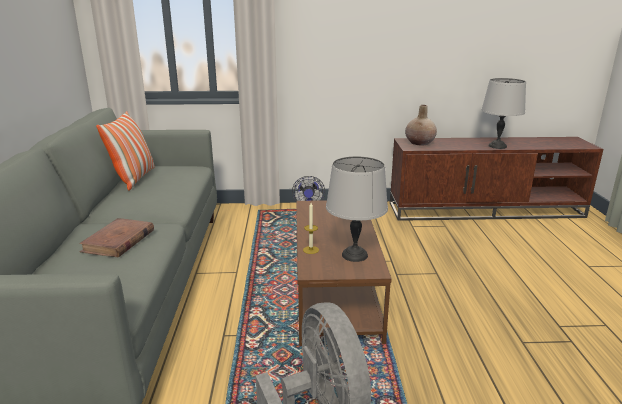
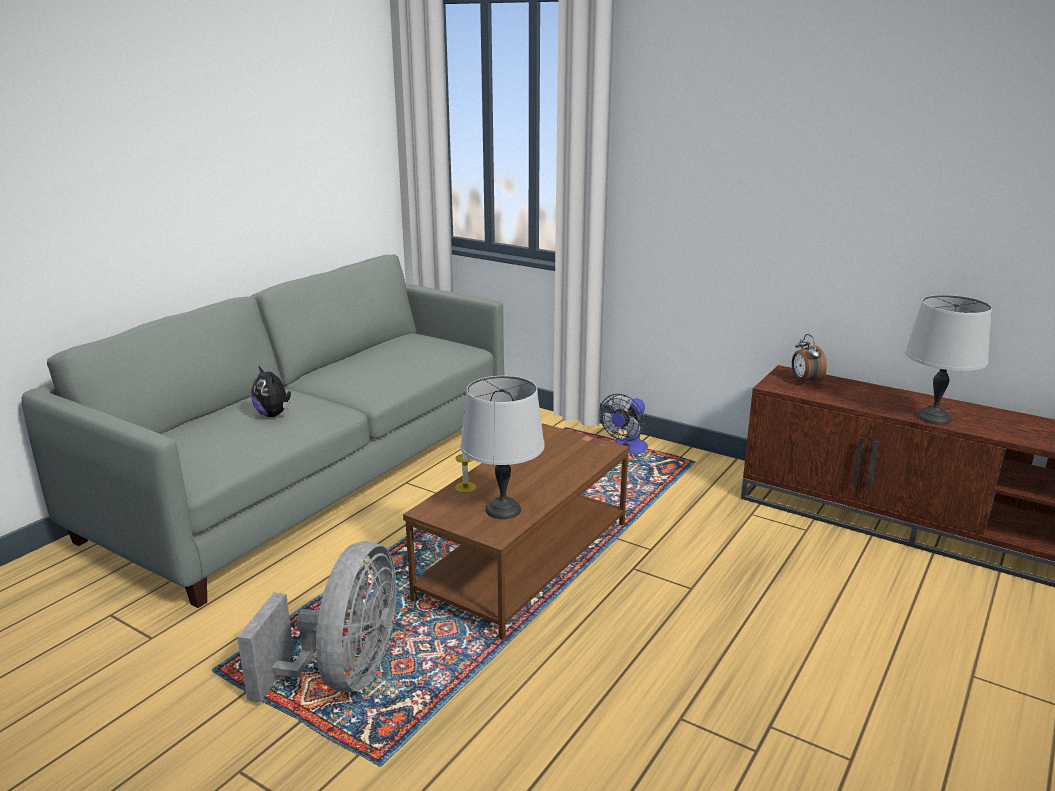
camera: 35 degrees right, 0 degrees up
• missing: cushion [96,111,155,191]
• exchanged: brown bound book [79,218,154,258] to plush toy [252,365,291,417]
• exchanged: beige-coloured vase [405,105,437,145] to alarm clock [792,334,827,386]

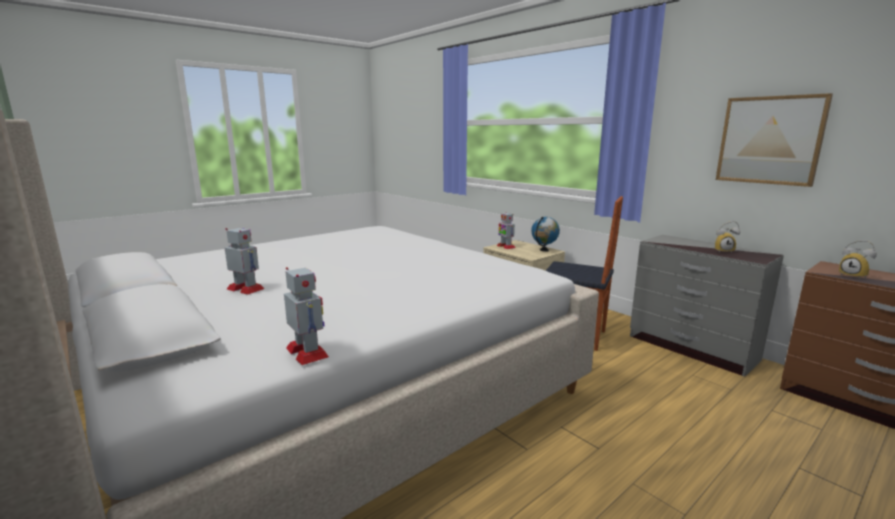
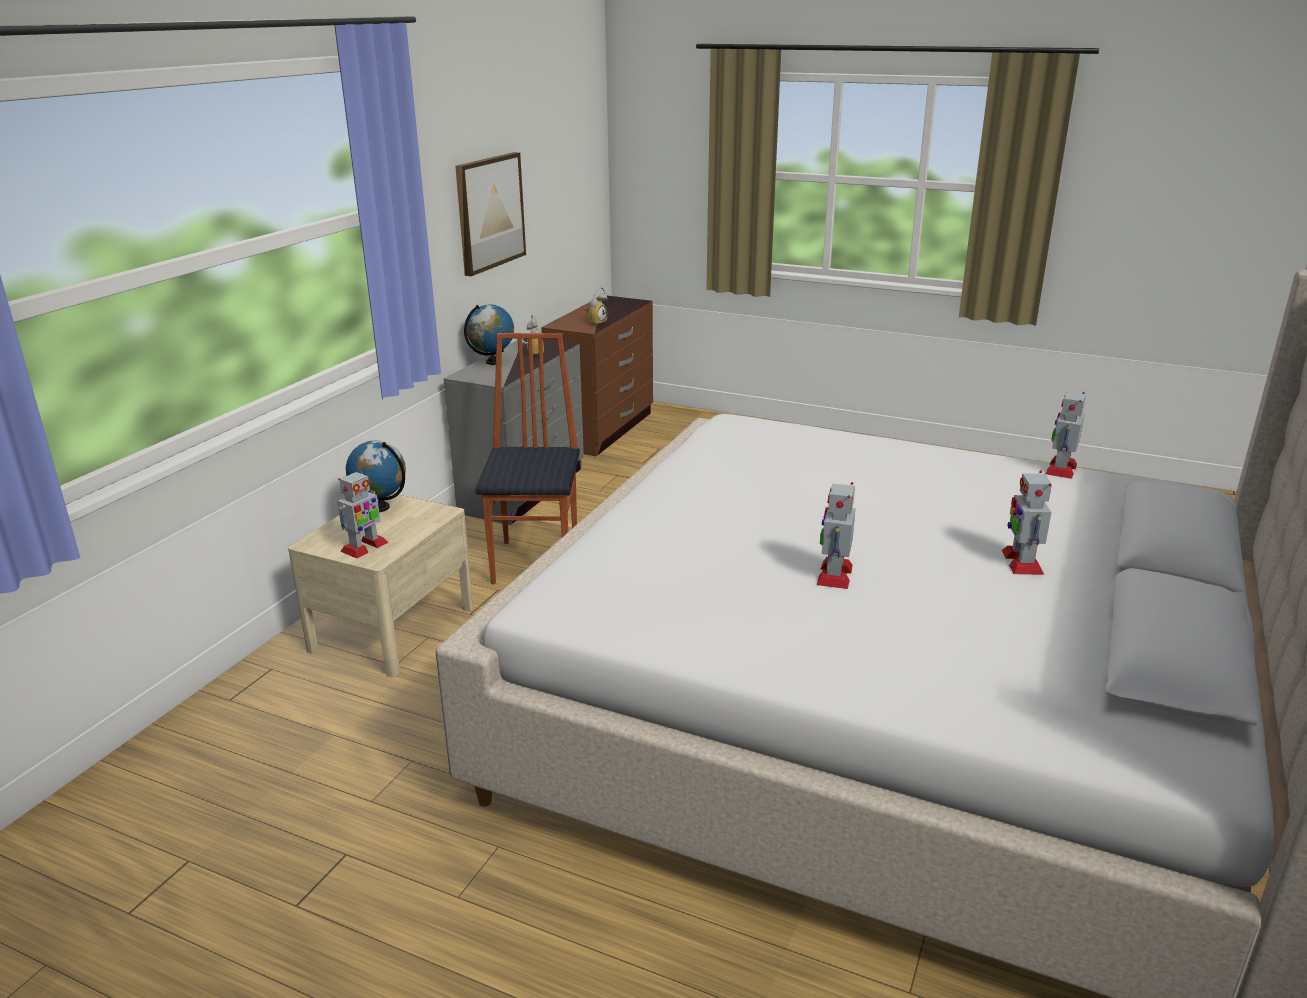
camera: 115 degrees left, 10 degrees up
• appeared: globe [464,304,514,365]
• appeared: toy robot [817,482,855,589]

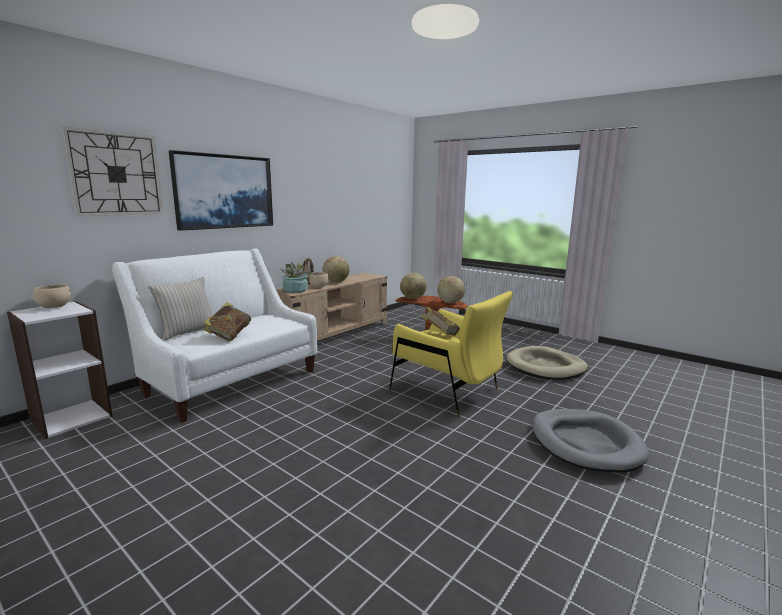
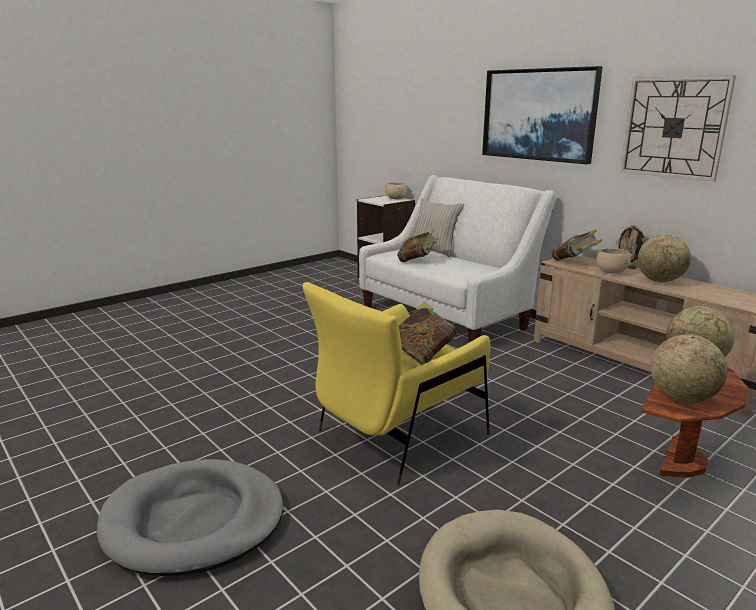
camera: 100 degrees right, 5 degrees up
• relocated: hanging clock [62,127,163,216] to [620,75,736,182]
• exchanged: houseplant [280,261,314,293] to bound book [551,229,602,261]

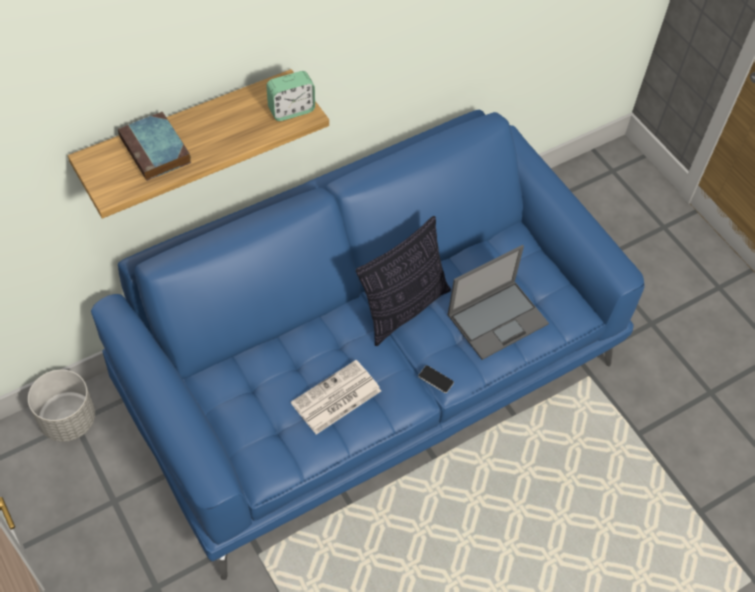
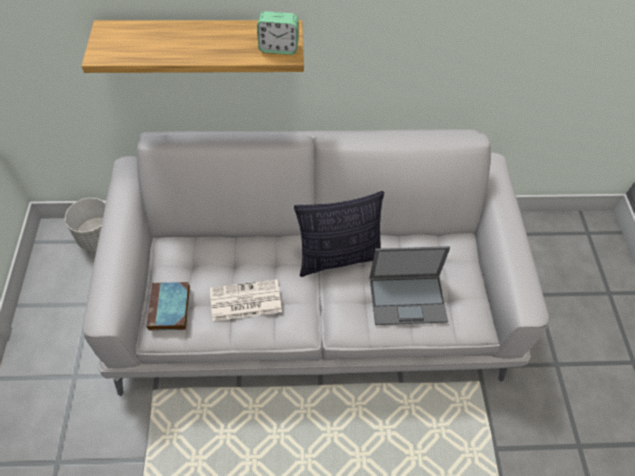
camera: 30 degrees right, 0 degrees up
• missing: handset [418,365,454,393]
• relocated: bound book [118,112,191,181] to [147,282,190,331]
• colour: blue-coloured couch [91,110,644,580] to grey couch [82,129,549,396]

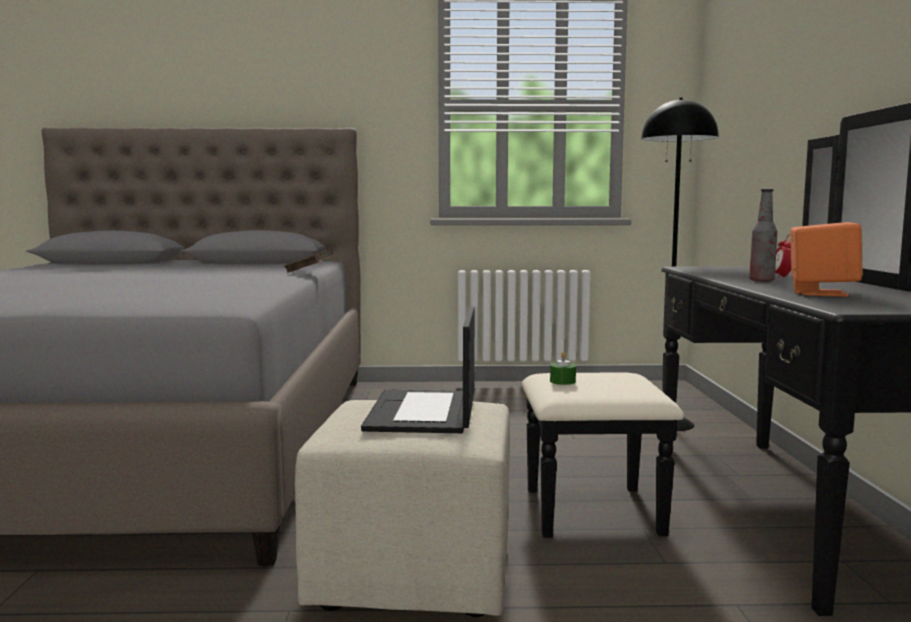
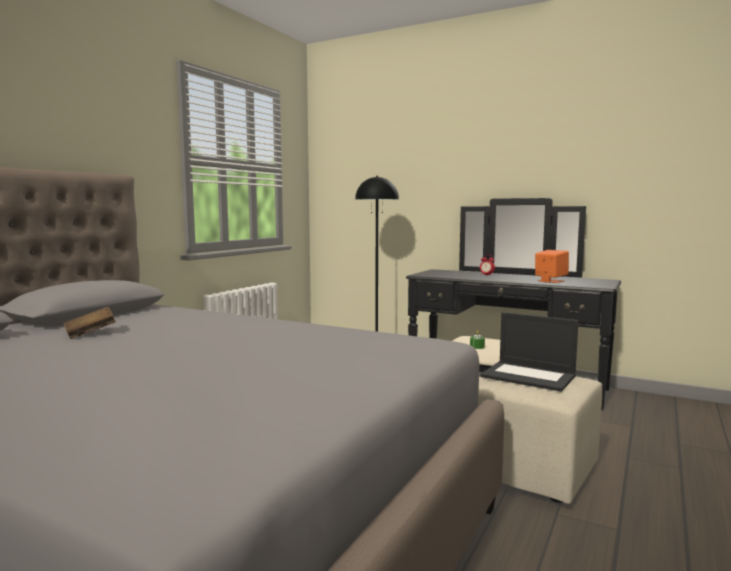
camera: 60 degrees left, 0 degrees up
• missing: bottle [749,189,777,282]
• relocated: brown bound book [284,250,333,273] to [64,307,116,339]

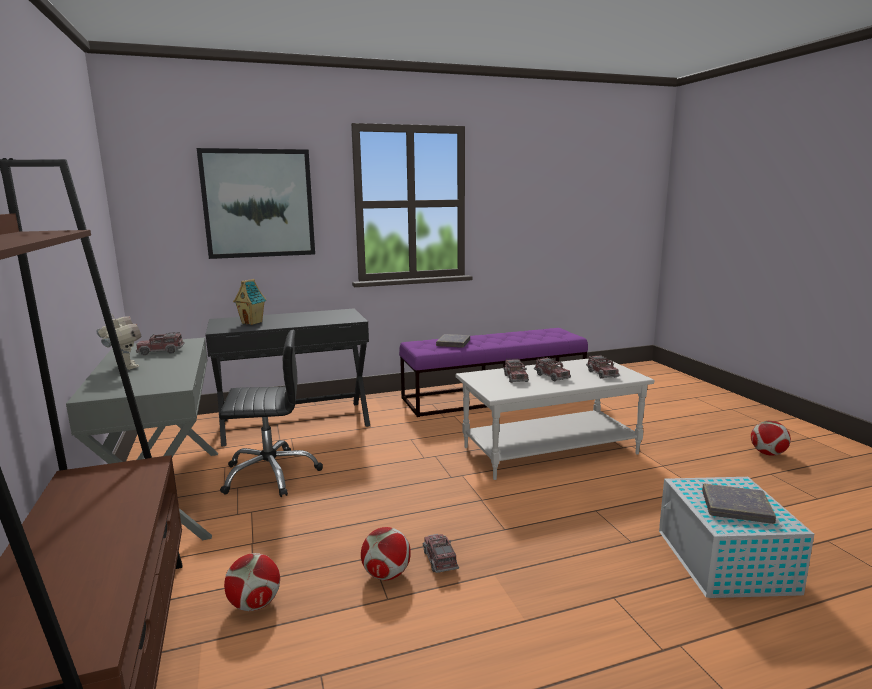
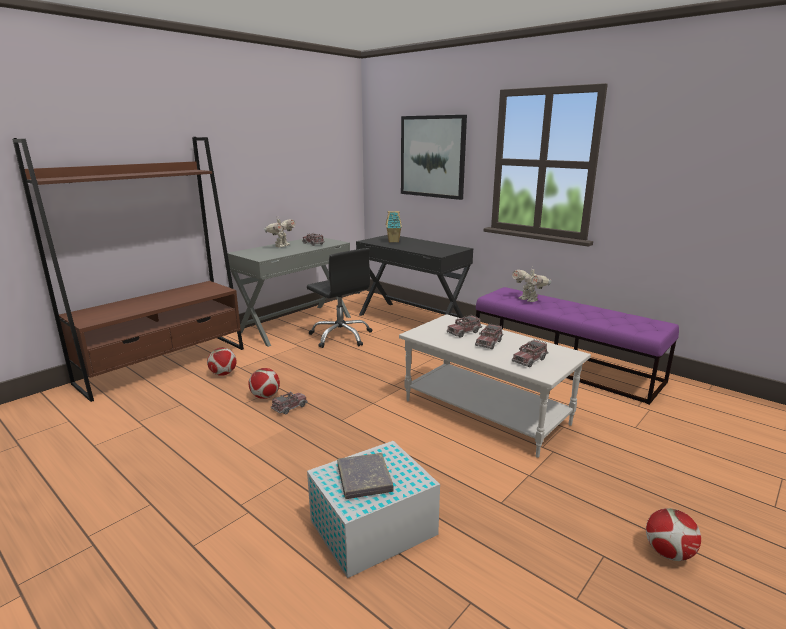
camera: 60 degrees right, 5 degrees up
• exchanged: grey bound book [436,334,470,348] to toy robot [512,268,551,302]

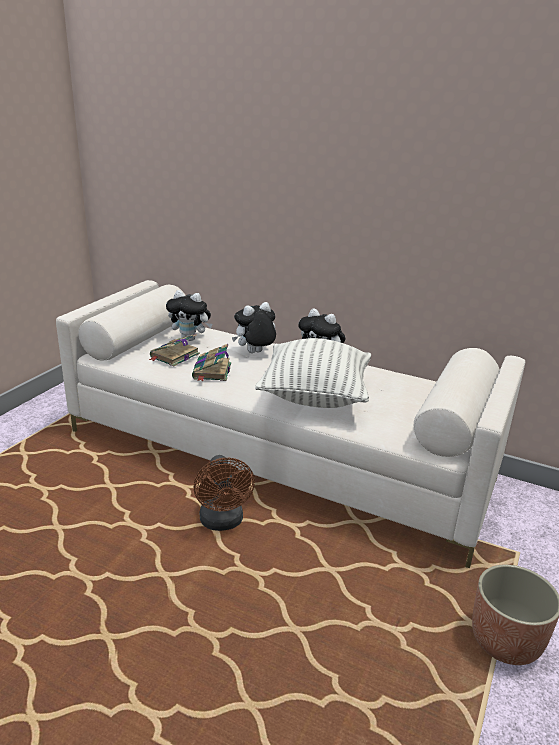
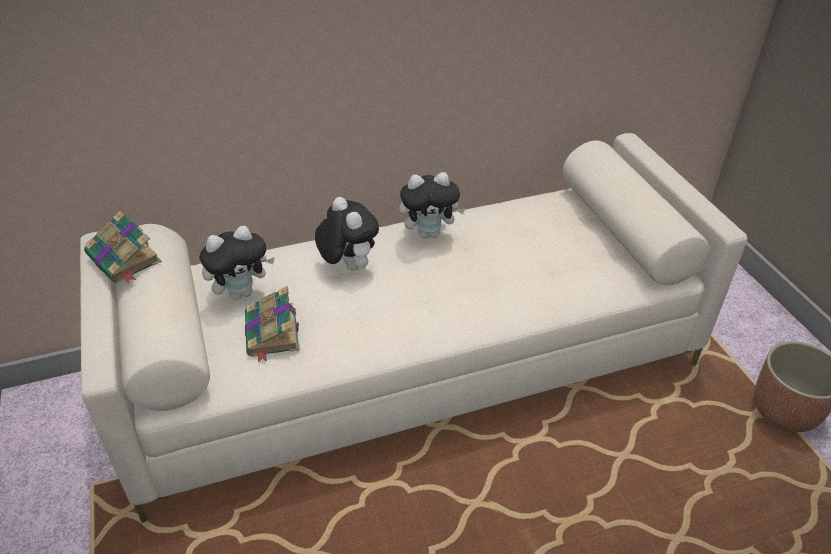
camera: 45 degrees left, 15 degrees up
• missing: brown fan [194,455,255,531]
• missing: cushion [255,338,371,408]
• relocated: bound book [192,344,231,381] to [84,211,162,284]
• spun: plush toy [232,302,276,353] = [315,197,379,270] 135 degrees clockwise

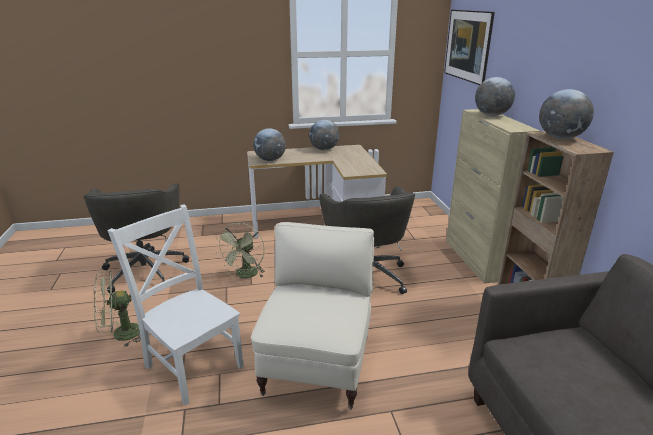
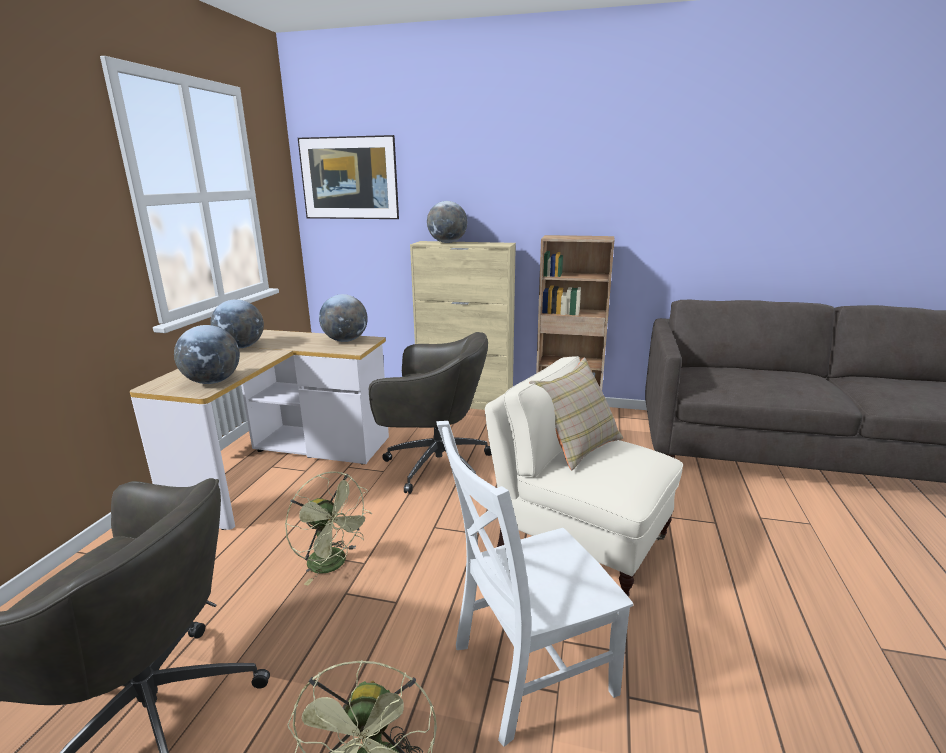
camera: 65 degrees left, 5 degrees down
• appeared: beige-coloured cushion [529,357,623,471]
• relocated: globe [539,89,594,139] to [319,294,368,342]

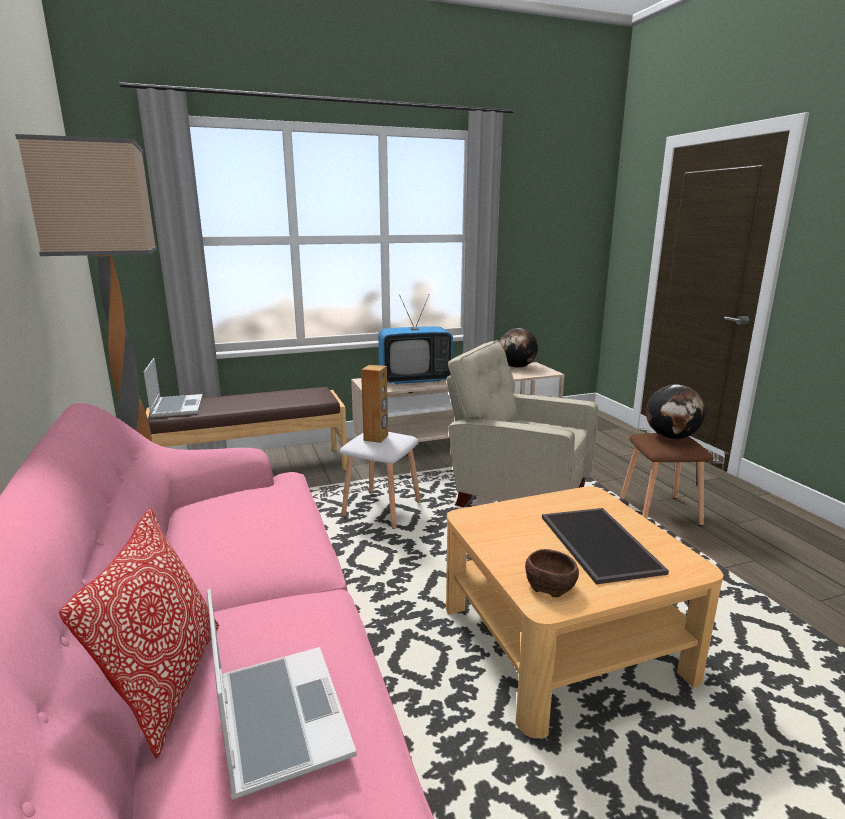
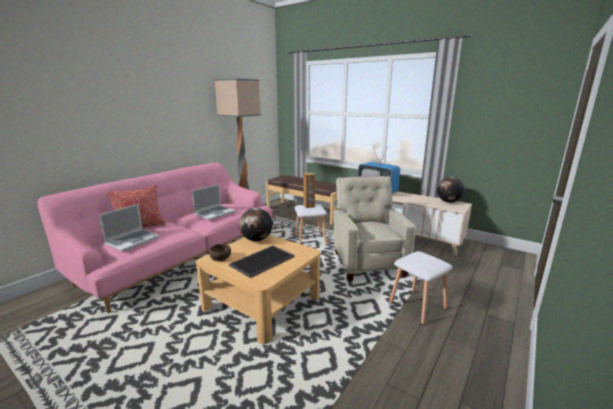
camera: 55 degrees right, 0 degrees up
• relocated: notebook computer [144,358,203,418] to [192,184,235,220]
• relocated: globe [646,384,706,439] to [239,208,273,241]
• colour: brown stool seat [620,433,713,526] to white stool seat [389,251,453,325]

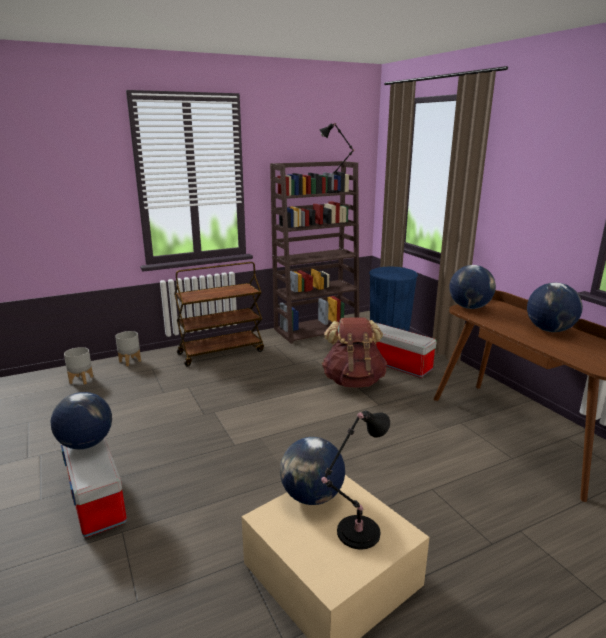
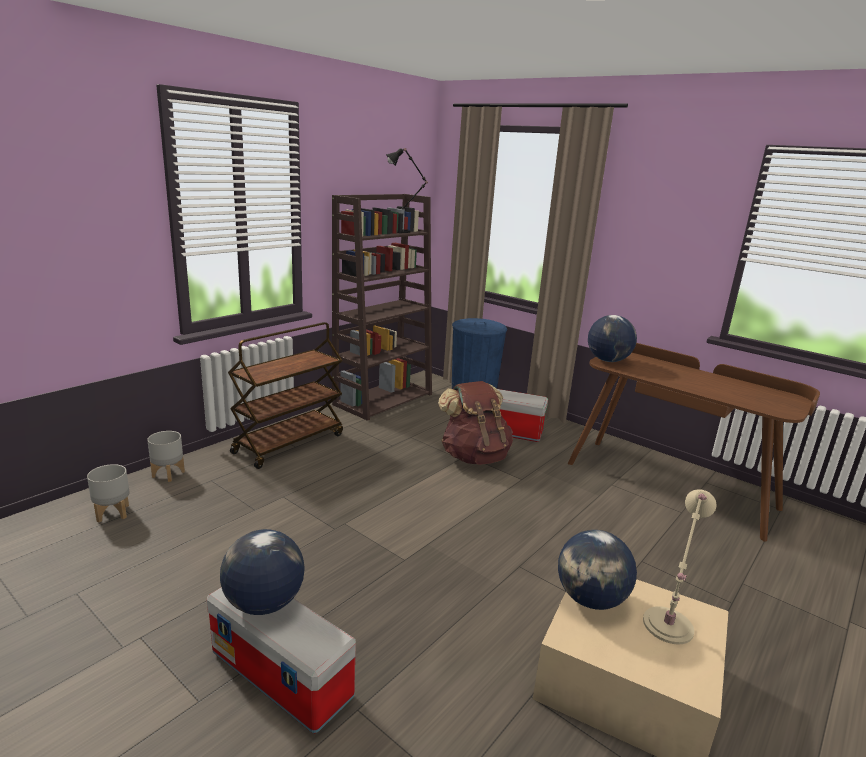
camera: 25 degrees left, 0 degrees up
• missing: globe [527,283,583,332]
• colour: black table lamp [321,411,390,549] to beige-coloured table lamp [643,489,716,645]

